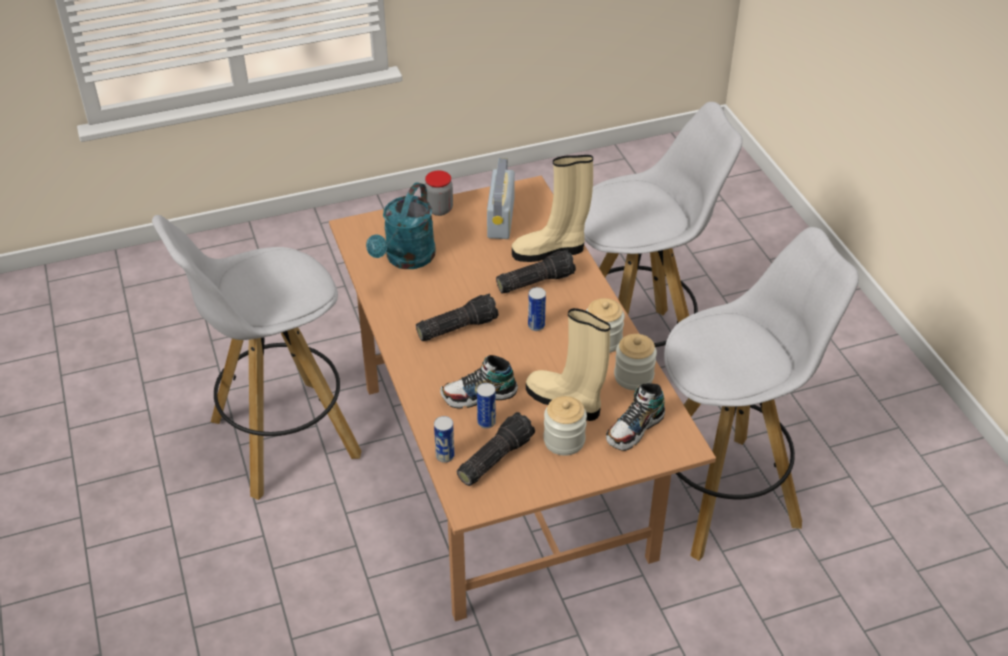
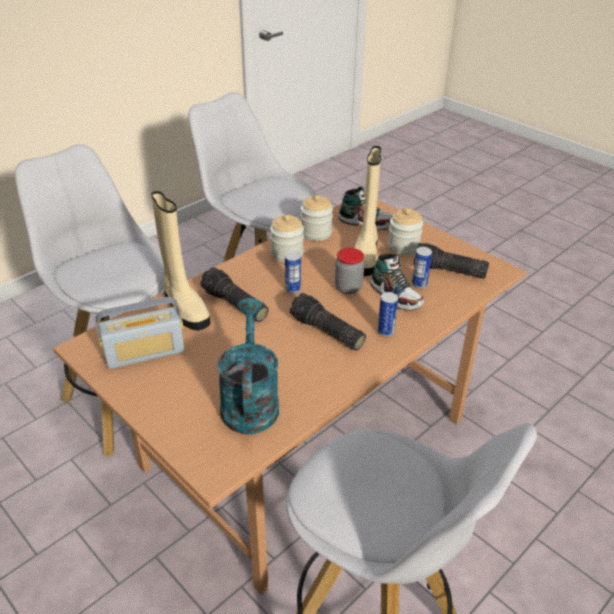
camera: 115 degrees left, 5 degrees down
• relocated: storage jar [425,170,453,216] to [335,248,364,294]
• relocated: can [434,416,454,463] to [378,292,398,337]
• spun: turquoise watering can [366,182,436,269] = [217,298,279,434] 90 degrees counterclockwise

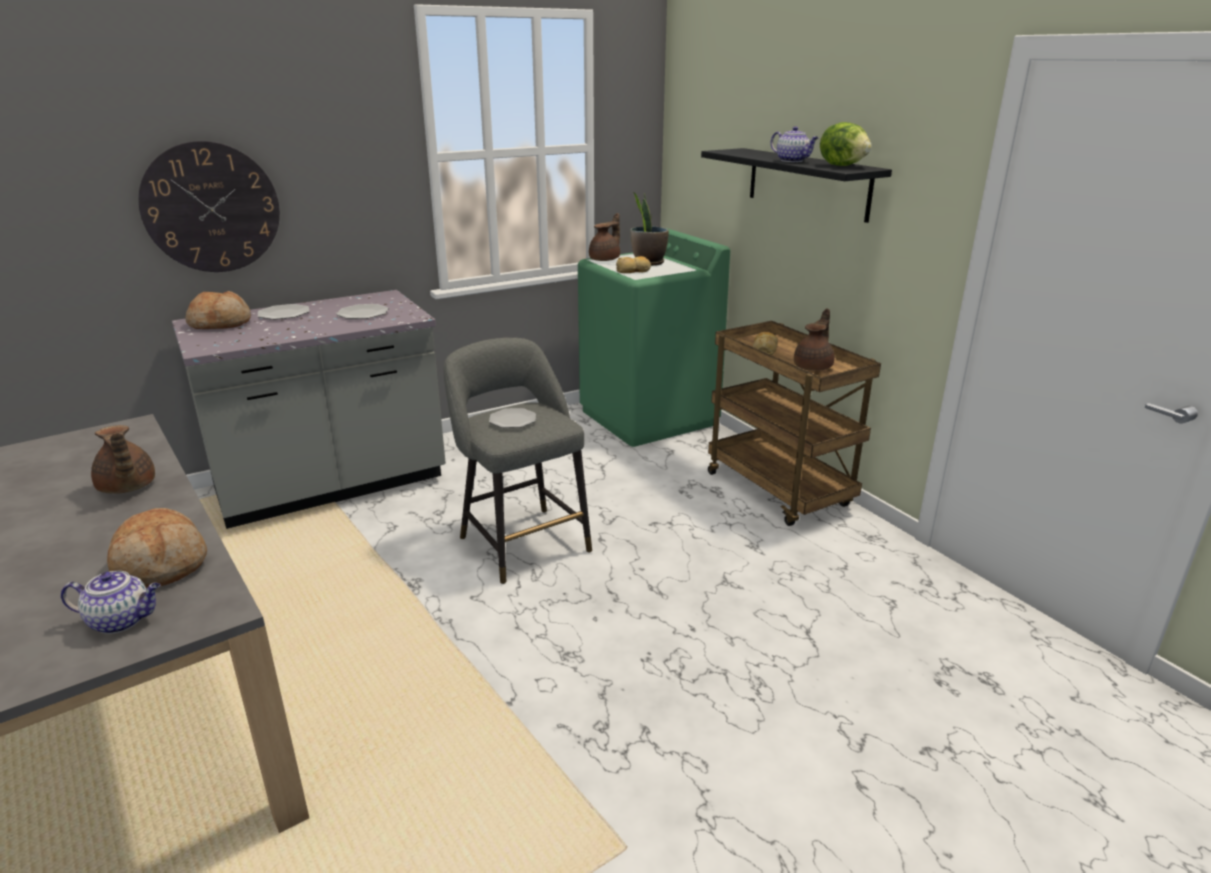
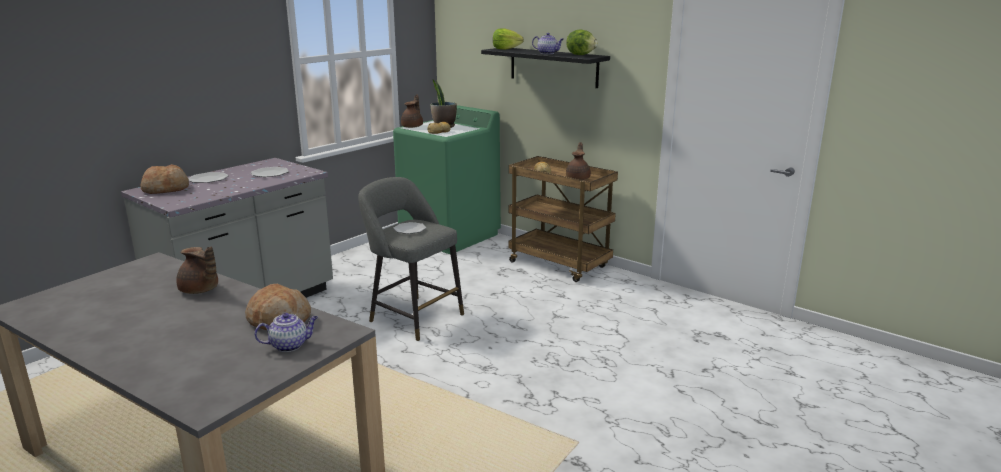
camera: 20 degrees left, 5 degrees down
• missing: hanging clock [138,141,280,272]
• appeared: lettuce head [493,28,524,50]

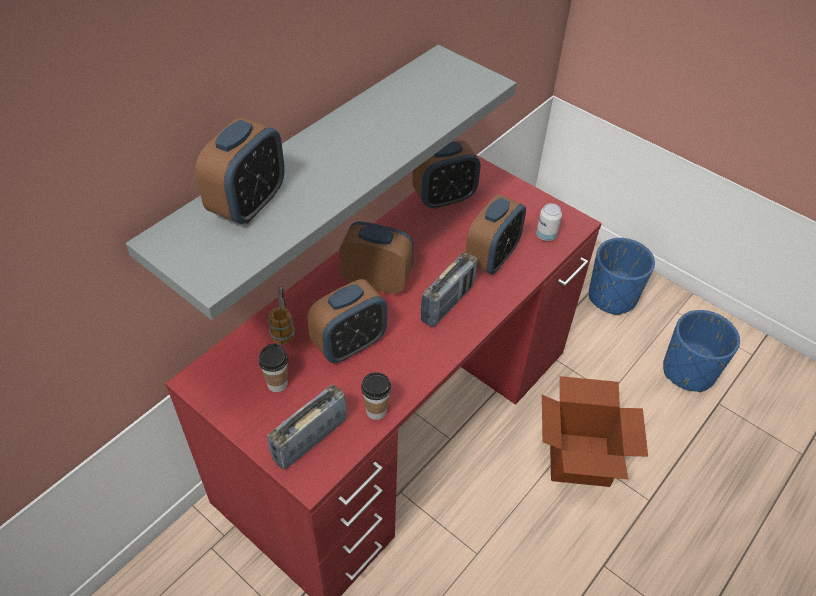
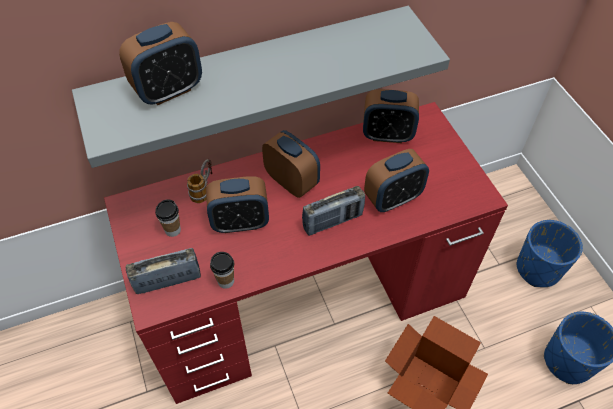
camera: 30 degrees right, 5 degrees up
• missing: can [536,203,562,241]

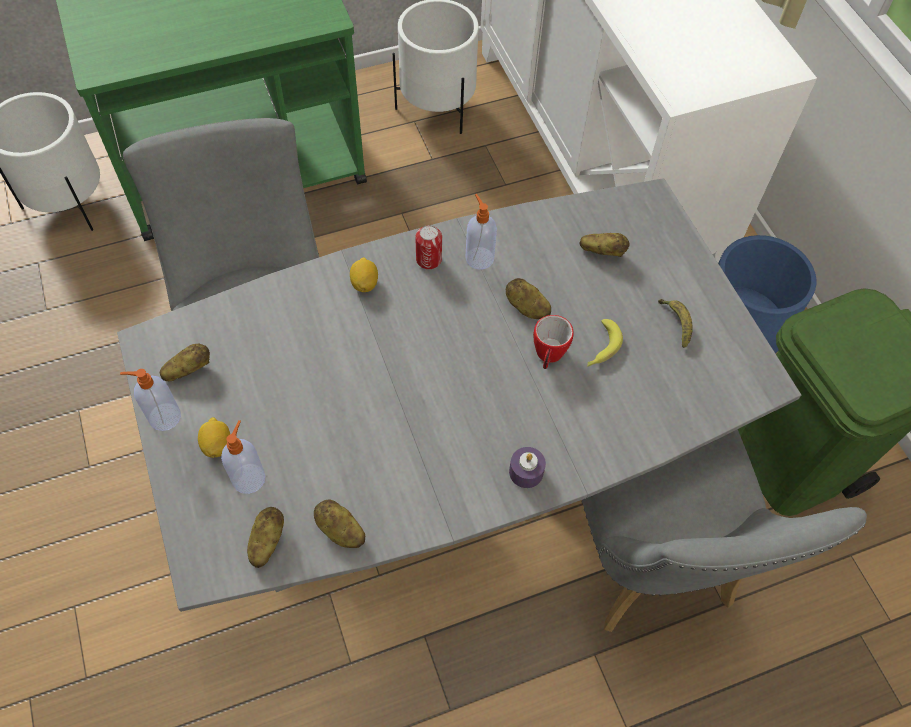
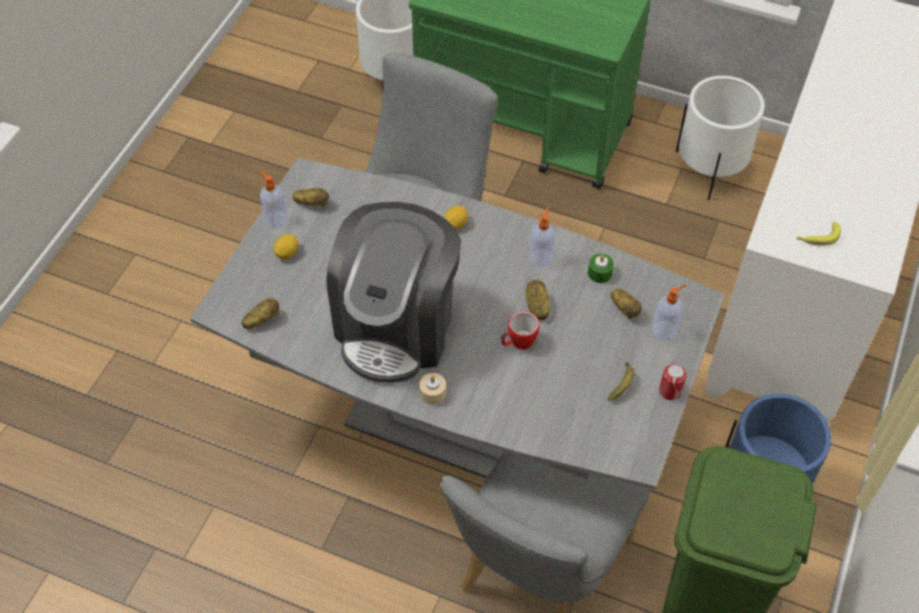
camera: 45 degrees right, 5 degrees down
• missing: spud [314,499,365,548]
• appeared: coffee machine [326,202,461,383]
• appeared: green wax candle [588,254,614,283]
• relocated: soap dispenser [221,420,265,494] to [653,284,686,340]
• relocated: can [415,225,442,269] to [659,364,687,400]
• relocated: whole banana [587,319,623,367] to [796,222,841,245]
• colour: purple wax candle [509,447,546,488] to beige-coloured wax candle [420,373,446,405]

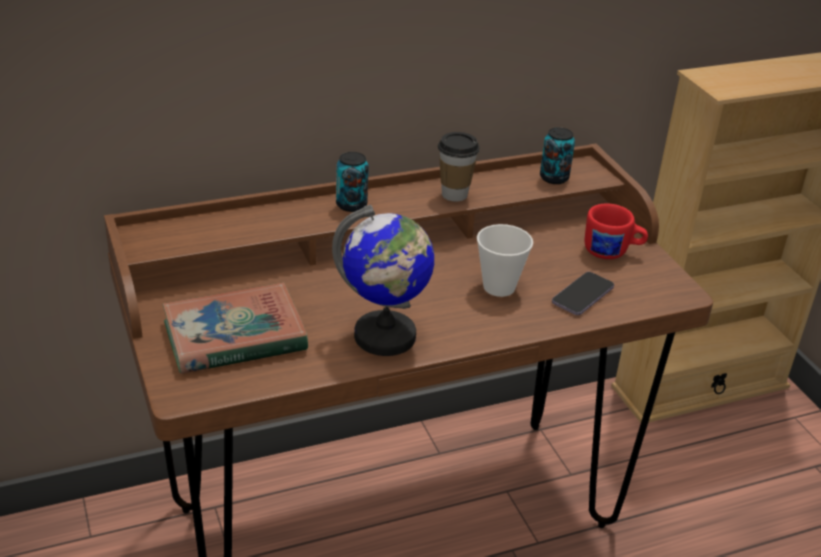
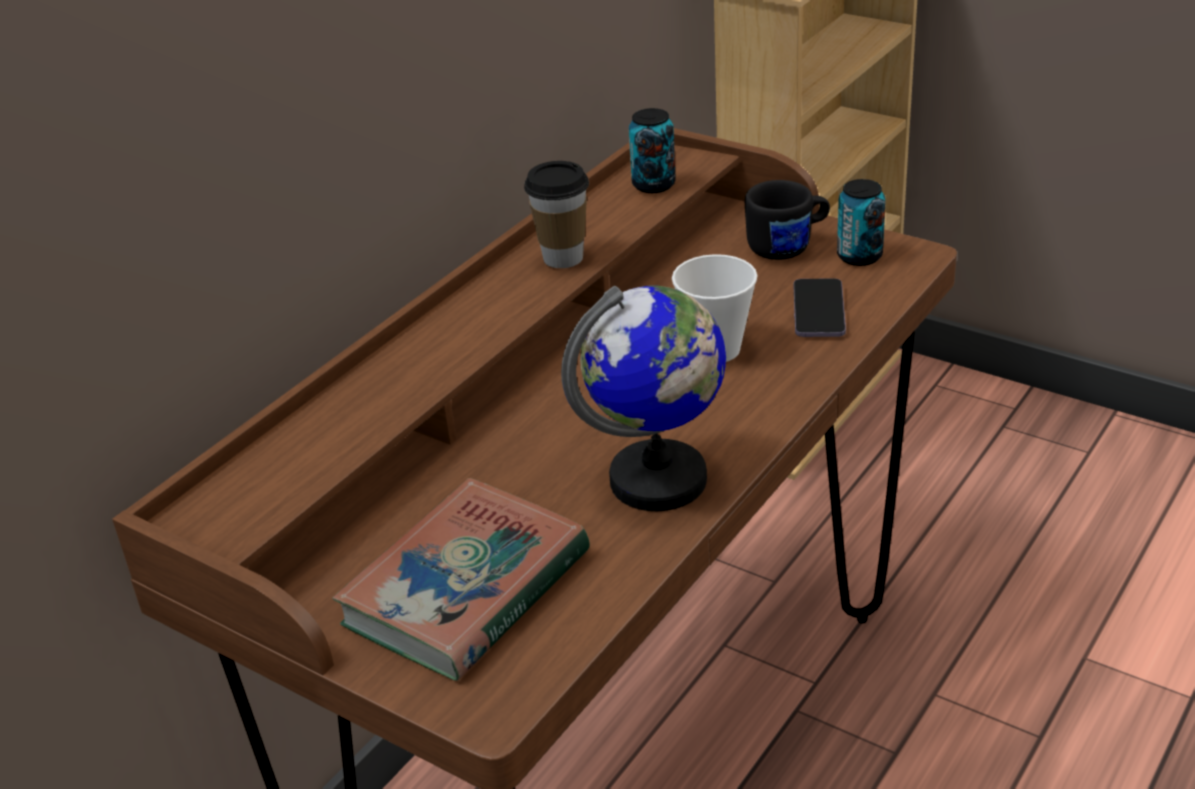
camera: 30 degrees left, 0 degrees up
• relocated: can [336,152,369,212] to [837,179,886,266]
• colour: red coffee mug [585,203,648,259] to black coffee mug [745,180,830,260]

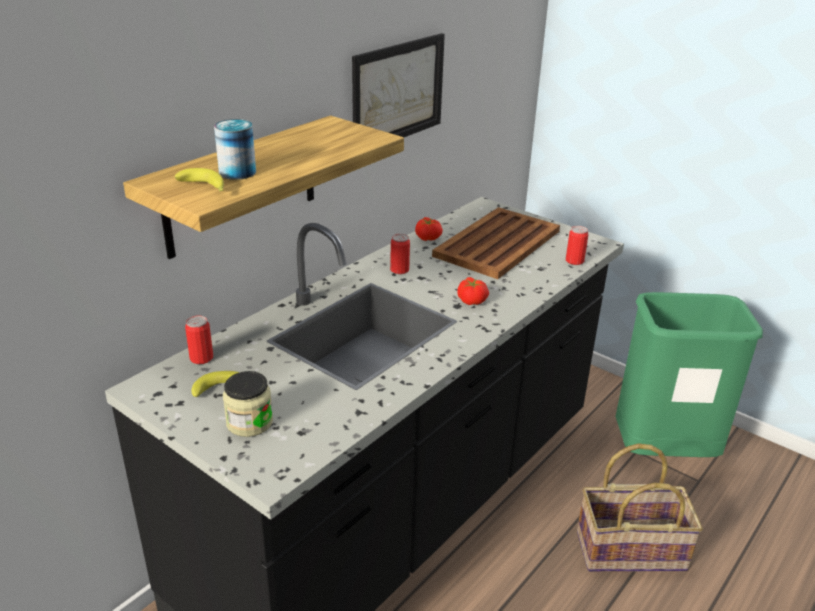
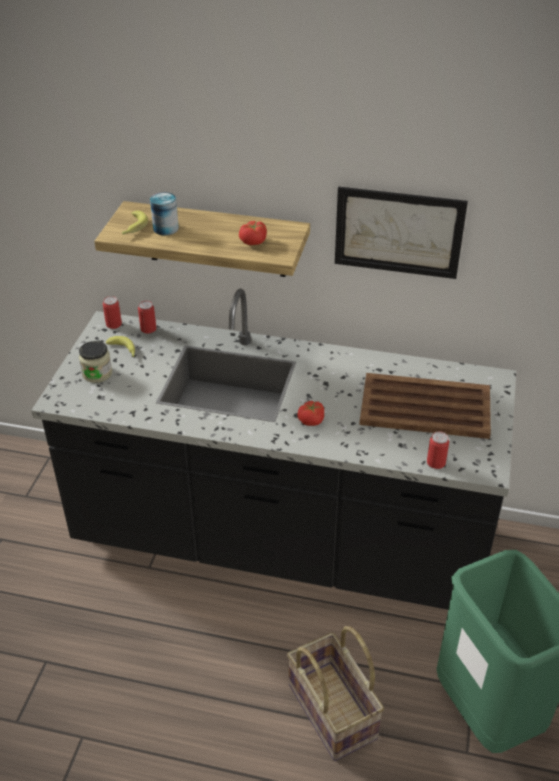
camera: 65 degrees right, 10 degrees up
• relocated: can [390,234,410,274] to [103,296,122,329]
• relocated: whole tomato [415,217,443,241] to [239,221,267,245]

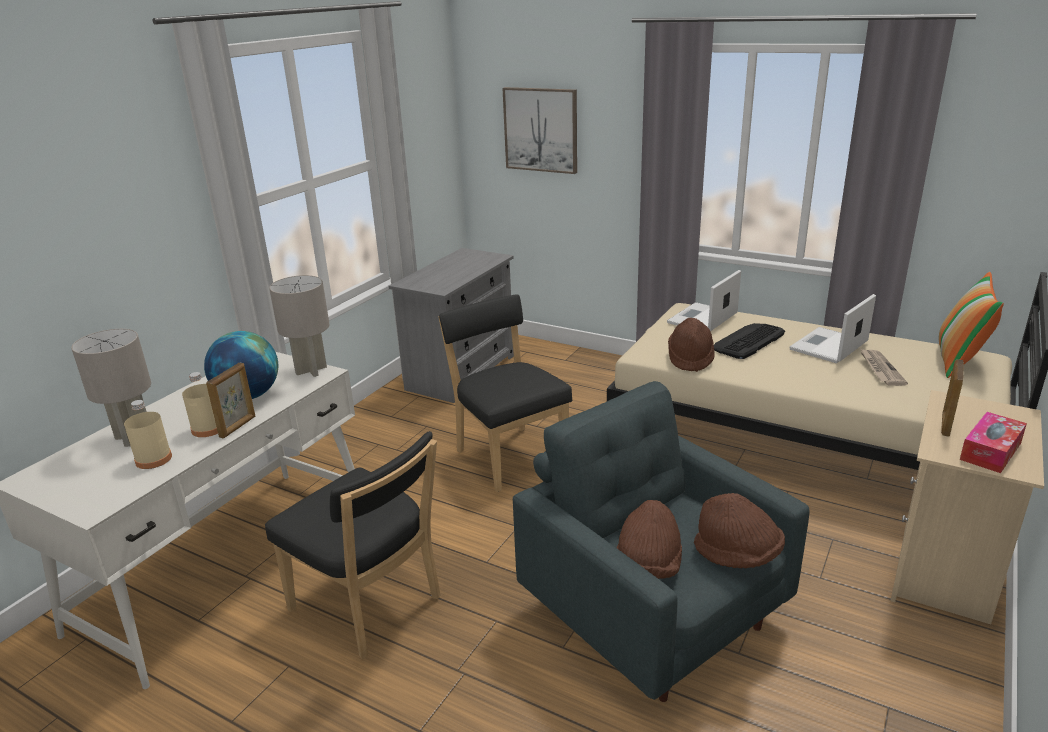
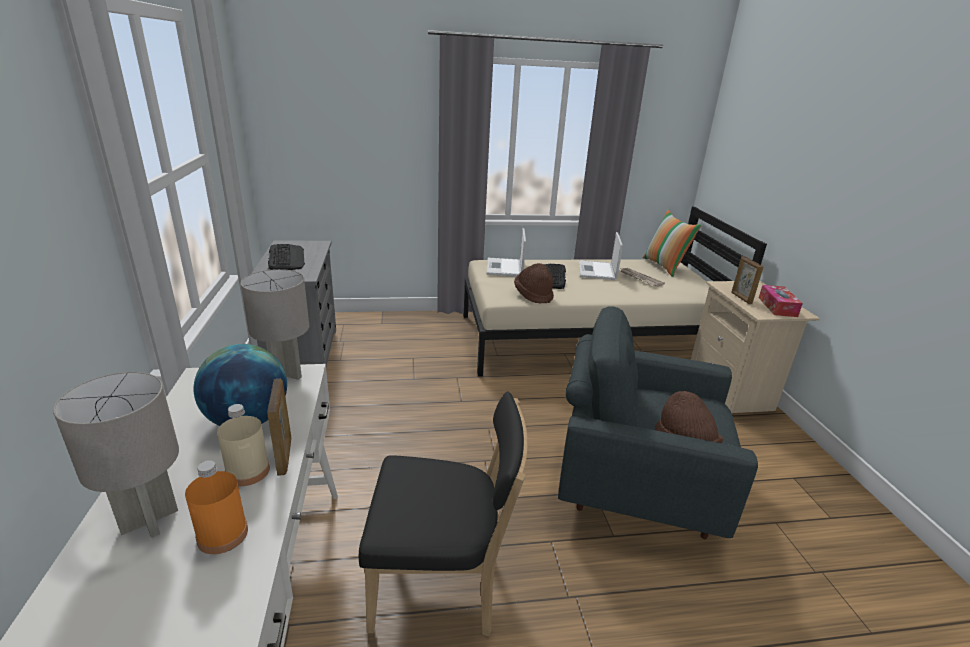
camera: 40 degrees left, 0 degrees up
• missing: black upright chair [438,294,572,492]
• missing: wall picture [502,87,577,174]
• missing: brown clothing hat [694,493,785,568]
• appeared: computer keyboard [268,244,305,270]
• colour: beige-coloured bottle [124,400,172,469] to orange-coloured bottle [185,460,248,554]

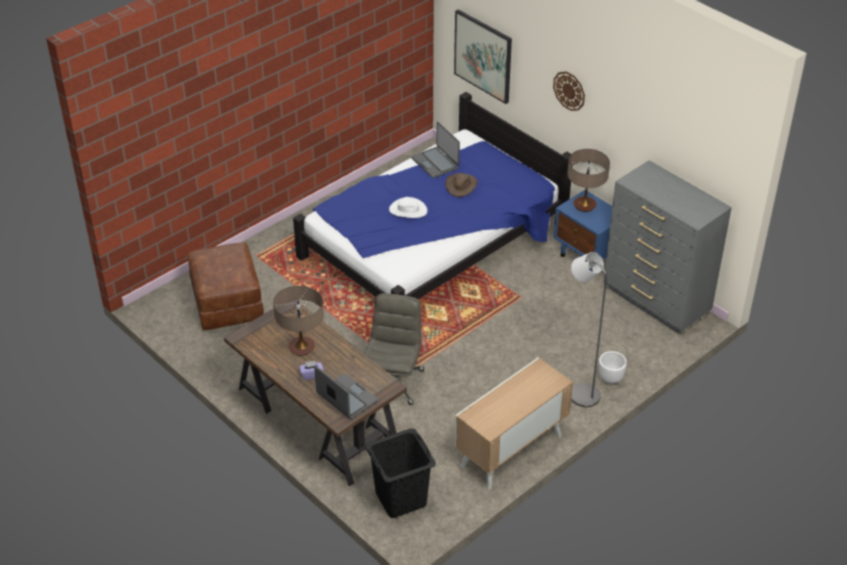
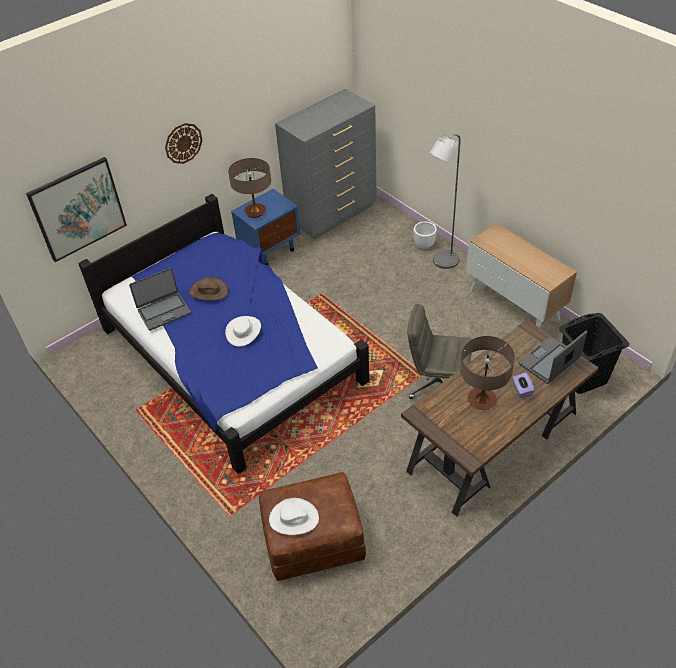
camera: 85 degrees left, 5 degrees up
• appeared: white clothing hat [269,498,319,535]

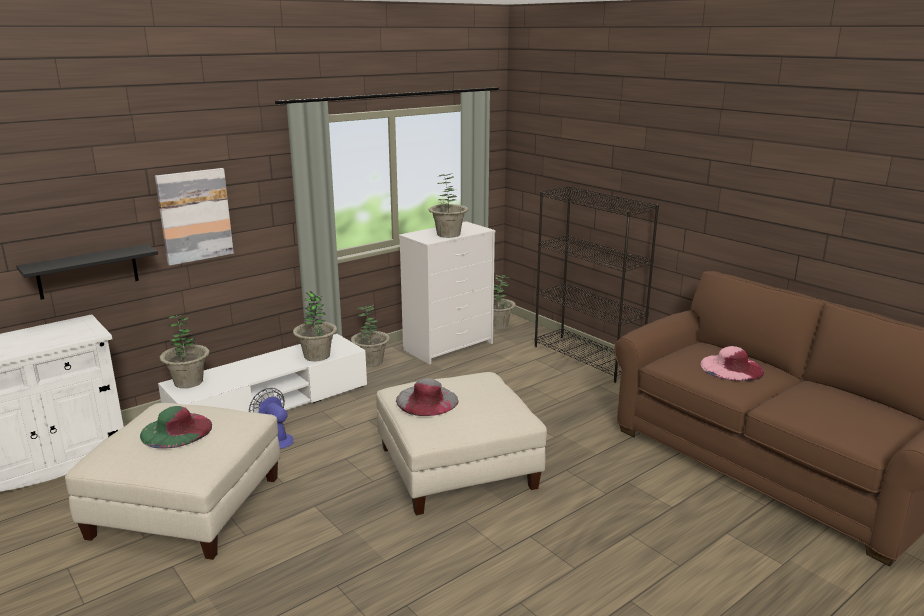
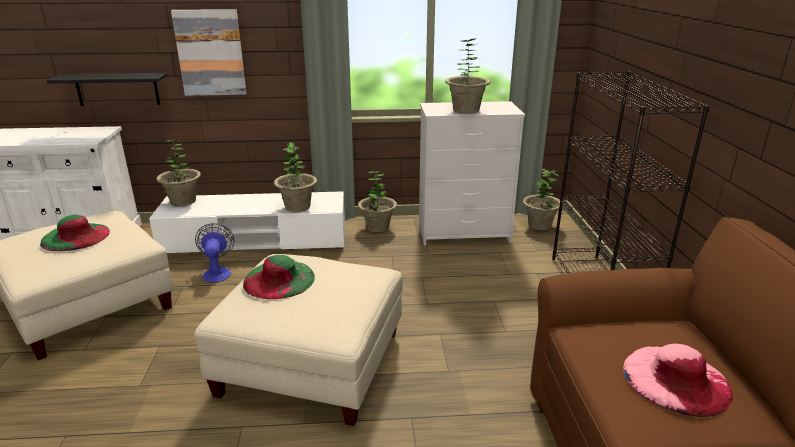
camera: 35 degrees right, 5 degrees up
• colour: grey clothing hat [396,378,459,416] to green clothing hat [243,255,315,299]

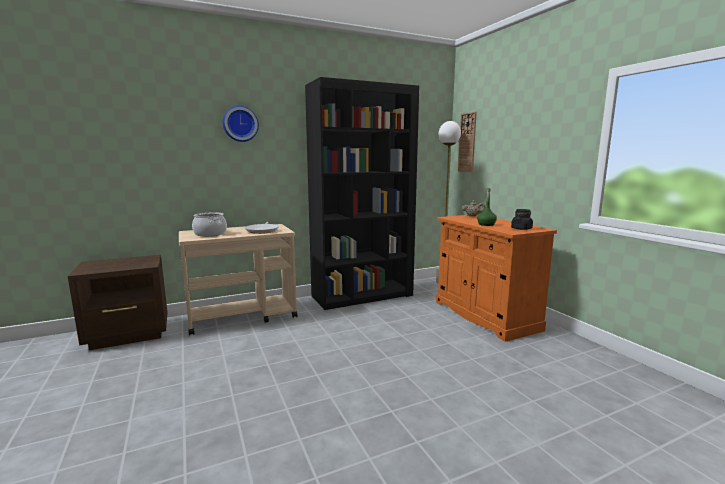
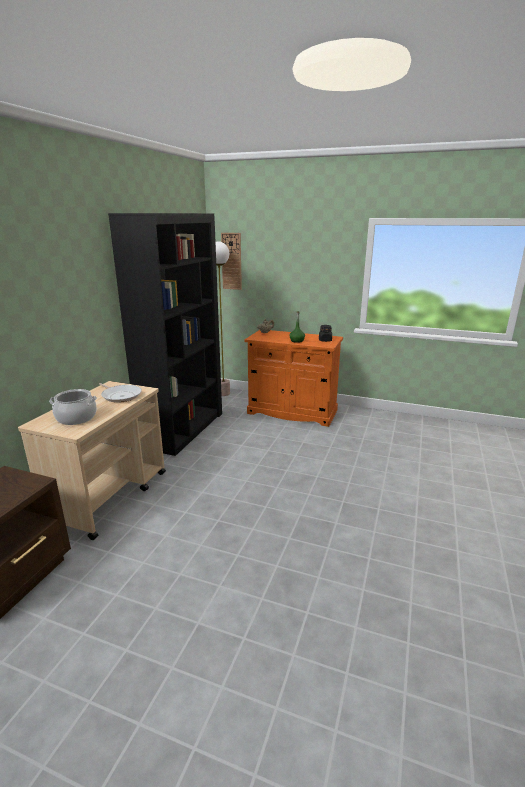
camera: 45 degrees left, 10 degrees up
• missing: hanging clock [223,106,259,142]

